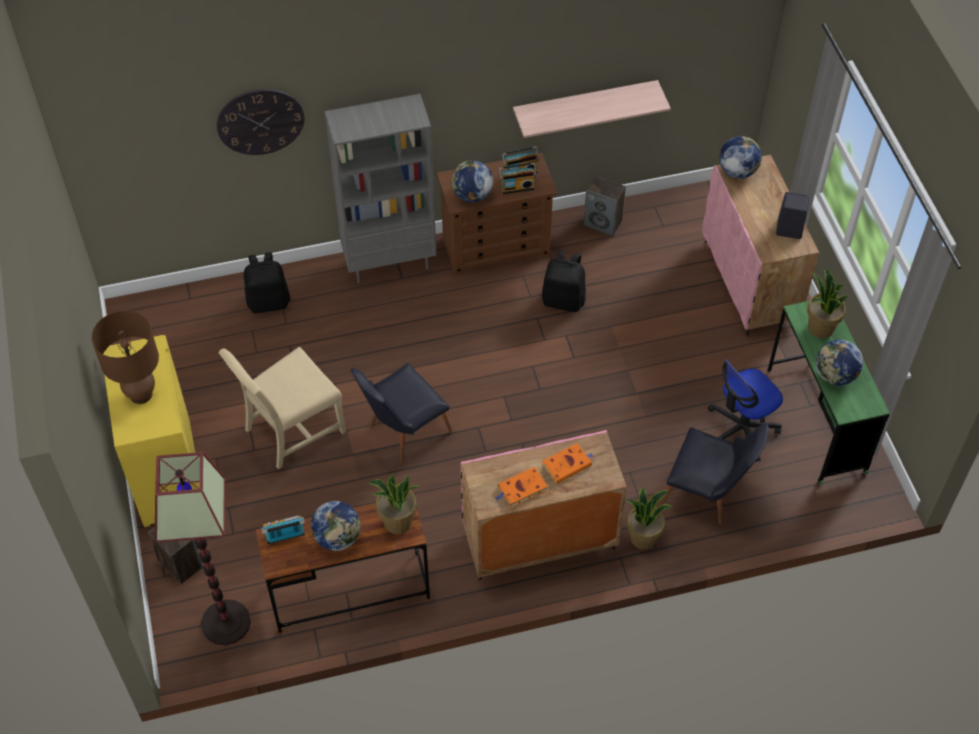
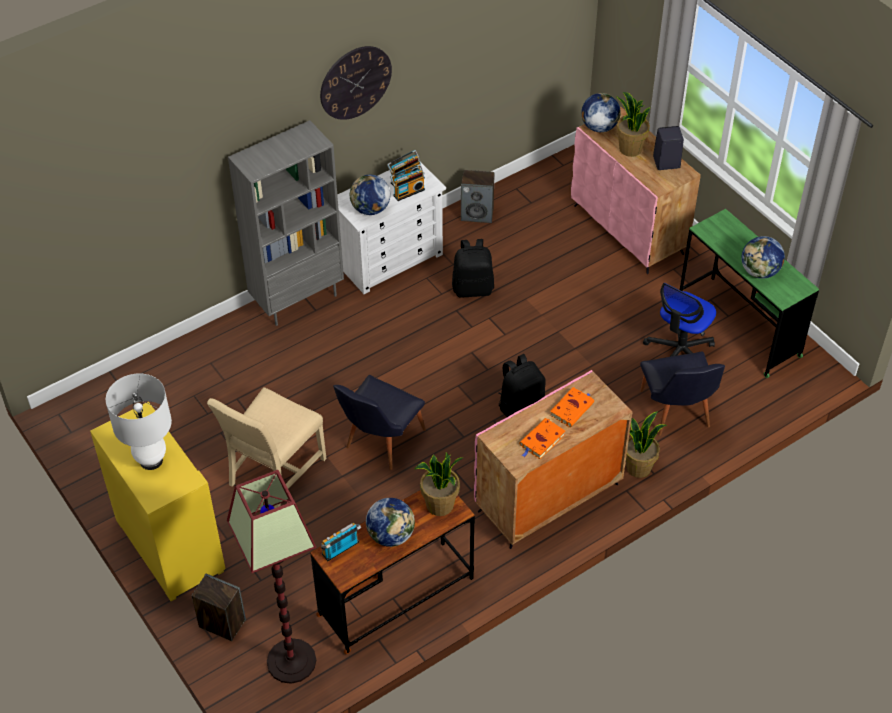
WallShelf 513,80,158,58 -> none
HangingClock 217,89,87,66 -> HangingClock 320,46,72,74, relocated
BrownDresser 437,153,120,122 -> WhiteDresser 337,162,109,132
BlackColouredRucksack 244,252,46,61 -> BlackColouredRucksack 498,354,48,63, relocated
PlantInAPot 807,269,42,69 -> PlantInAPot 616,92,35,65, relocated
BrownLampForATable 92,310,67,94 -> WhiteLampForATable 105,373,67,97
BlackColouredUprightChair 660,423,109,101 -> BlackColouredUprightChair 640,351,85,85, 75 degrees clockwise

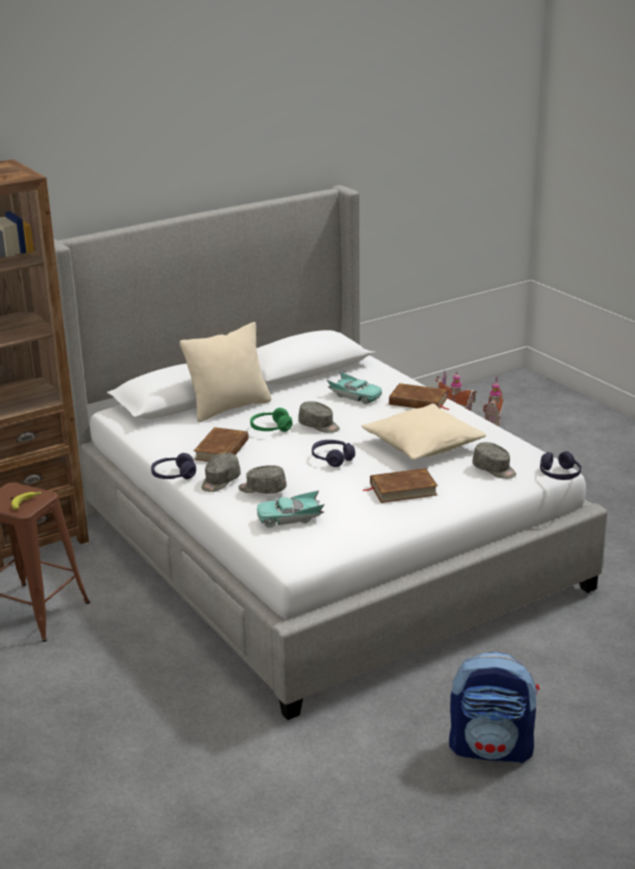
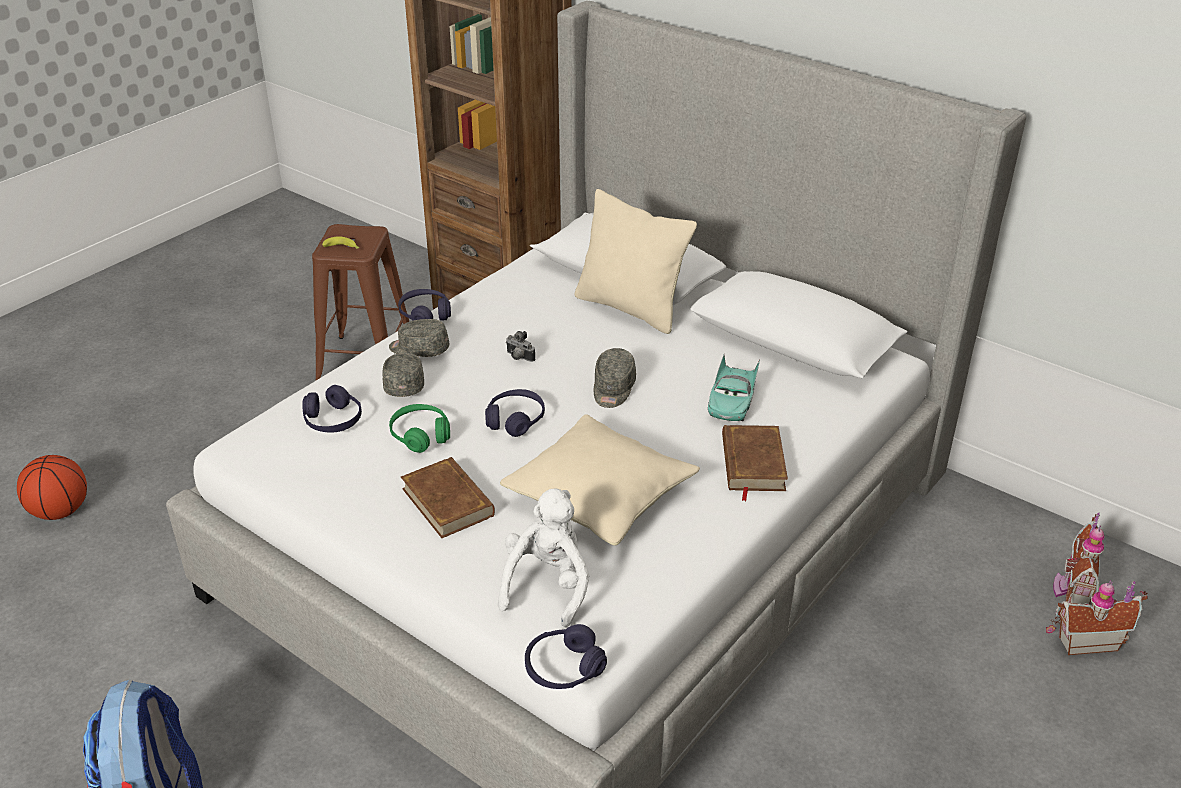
GreenColouredPairOfHeadphones 250,408,43,24 -> GreenColouredPairOfHeadphones 389,404,61,49, relocated
BrownBoundBook 194,427,54,35 -> none
GreyishBaseballCap 472,442,44,37 -> WhiteSoftToy 498,489,91,138
TurquoiseColouredModelCar 257,490,68,37 -> PurpleColouredPairOfHeadphones 302,385,60,48
none -> StillCamera 506,331,29,31
none -> BasketballBall 17,455,70,65

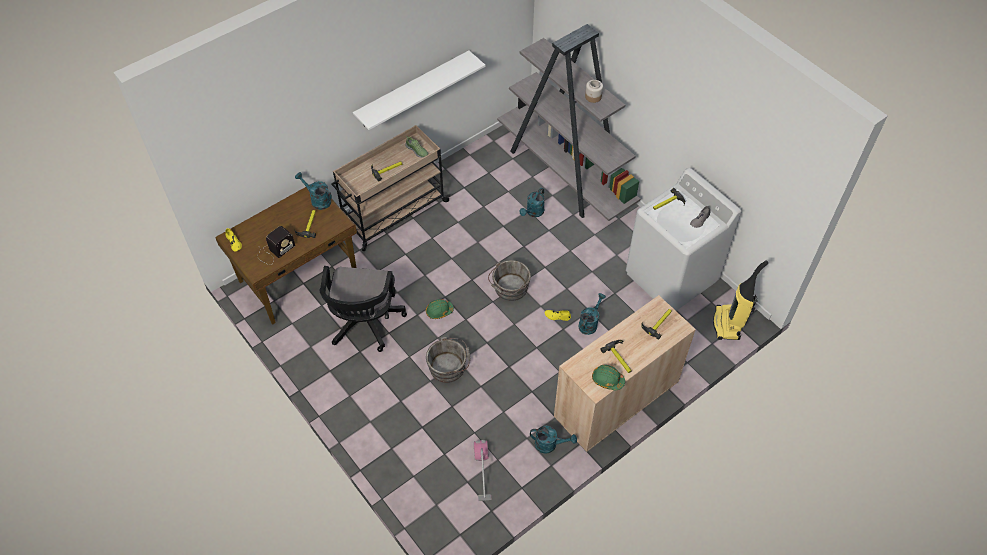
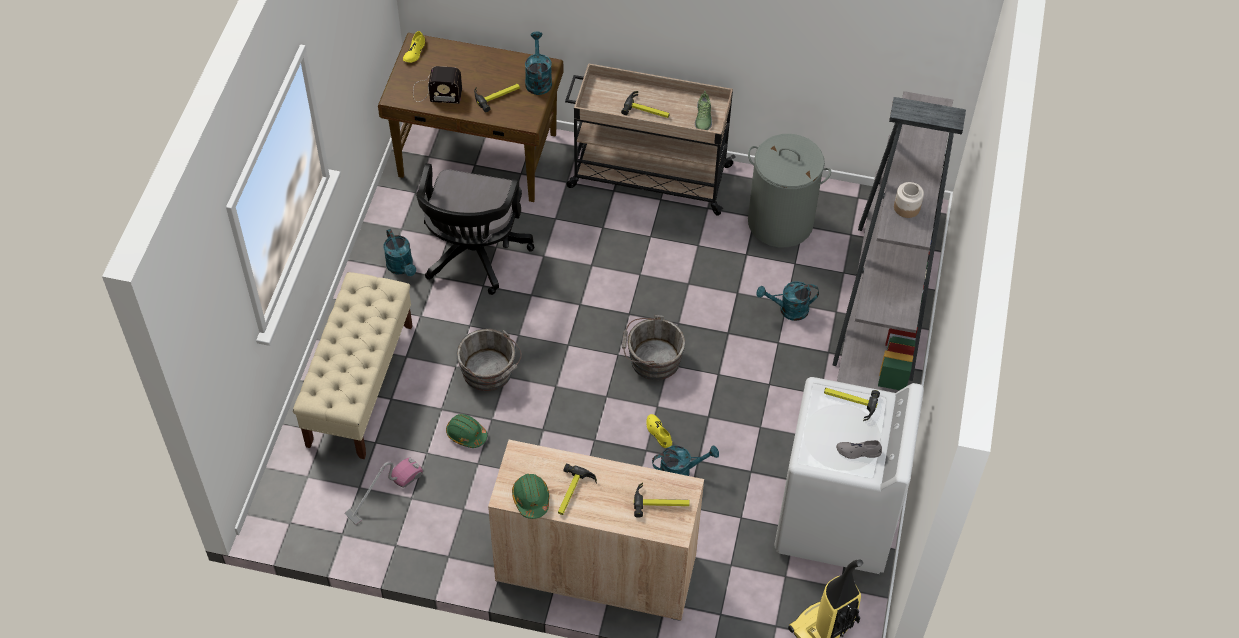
WhiteWallShelf 353,50,132,80 -> none
BlackColouredComputerChair 320,266,87,86 -> BlackColouredComputerChair 416,163,119,132, 45 degrees counterclockwise
GreenColouredSafetyHelmet 426,299,28,20 -> GreenColouredSafetyHelmet 446,414,41,34, relocated
TurquoiseColouredWateringCan 530,425,47,29 -> TurquoiseColouredWateringCan 384,229,32,47, relocated
none -> GreyishLaundryBasket 748,134,83,113
none -> BeigeColouredLongSeat 293,272,120,187

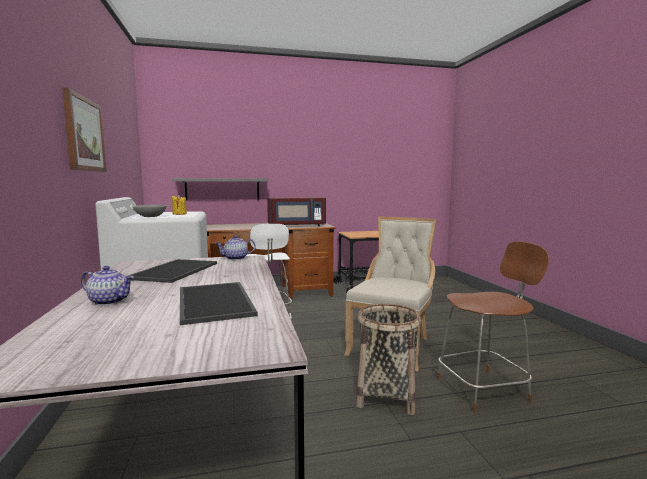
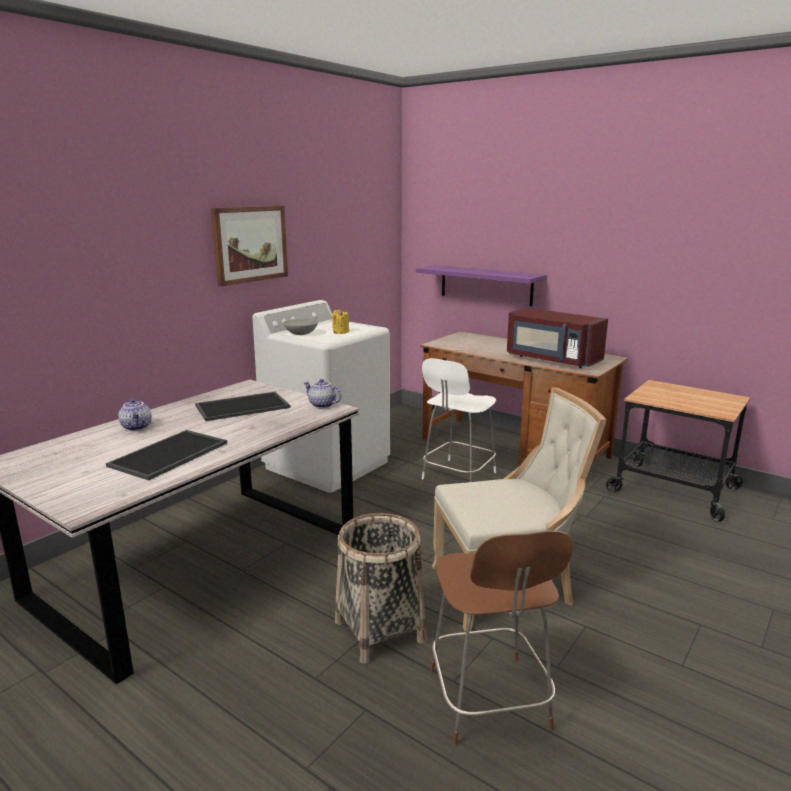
GreyishWallShelf 172,178,97,23 -> PurpleColouredWallShelf 416,265,130,41
BrownUprightChair 437,241,112,172 -> BrownUprightChair 430,531,143,214, 45 degrees clockwise

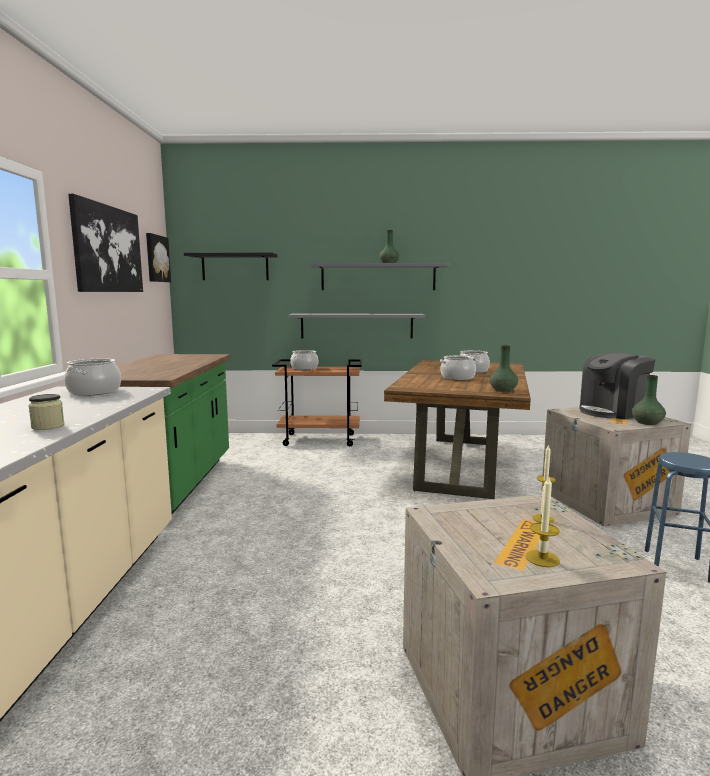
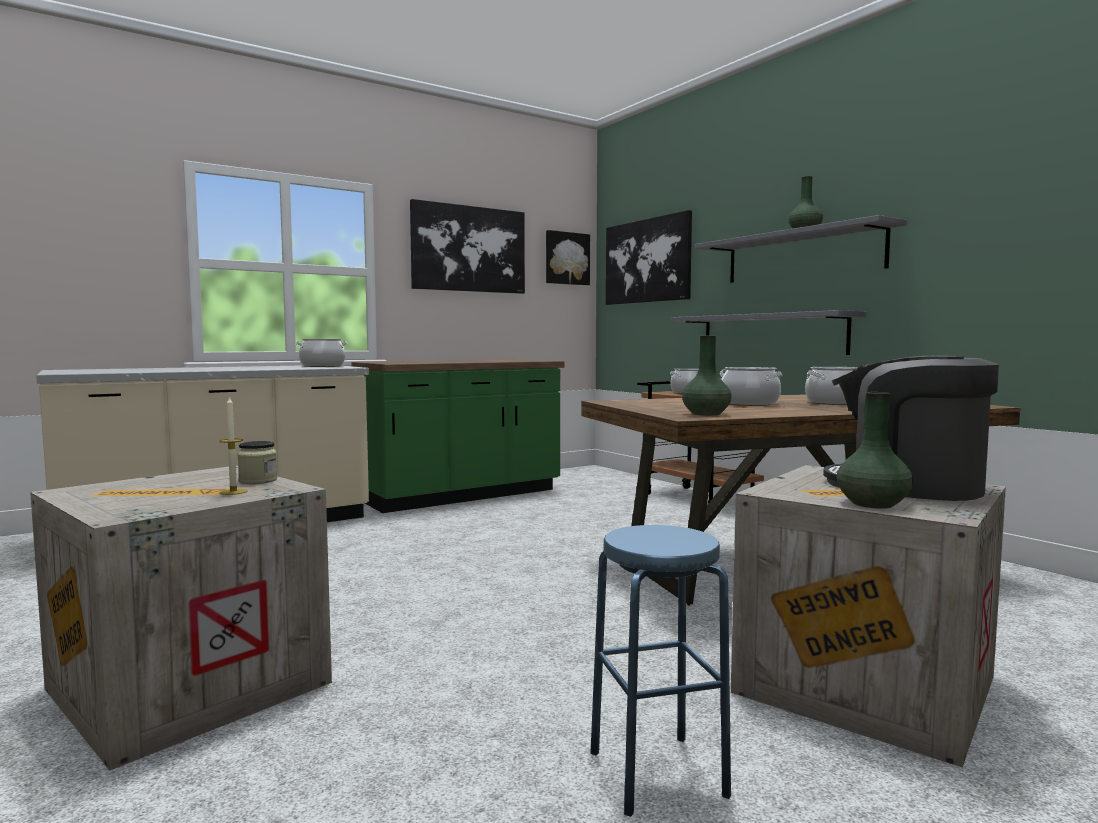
BlackColouredWallShelf 184,253,93,27 -> Picture 606,210,86,95
Jar 28,394,37,36 -> Jar 237,441,40,43, relocated
WaxLight 525,475,35,92 -> none

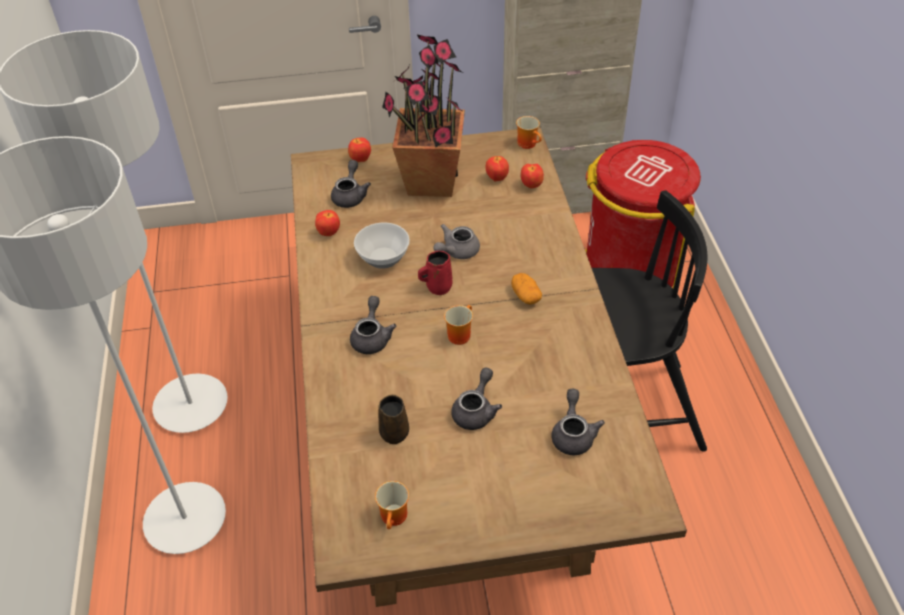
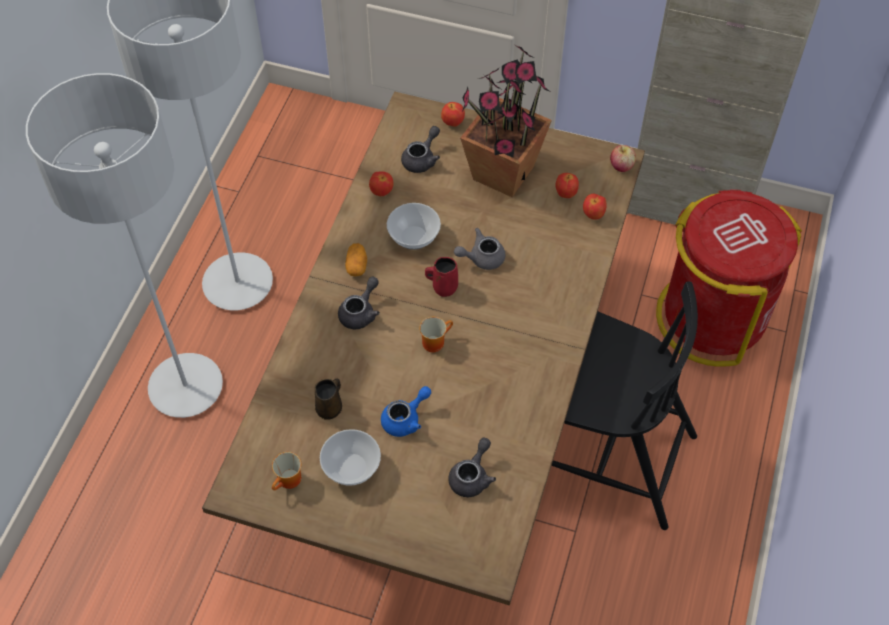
TeaMug 516,116,26,33 -> AppleFruit 610,145,26,27
Spud 511,273,31,32 -> Spud 345,243,22,34, relocated
GreyishTeaPot 451,368,51,62 -> BlueTeaPot 381,386,50,51
none -> ServingBowl 320,429,61,57

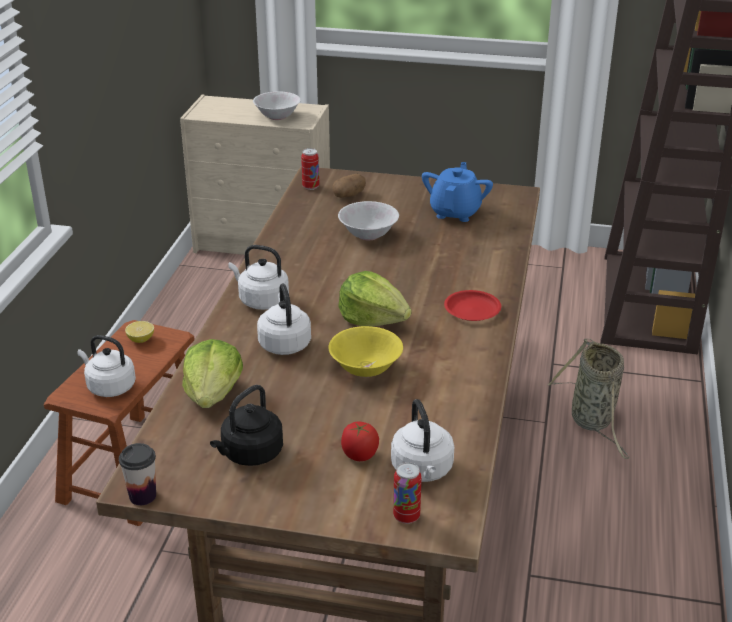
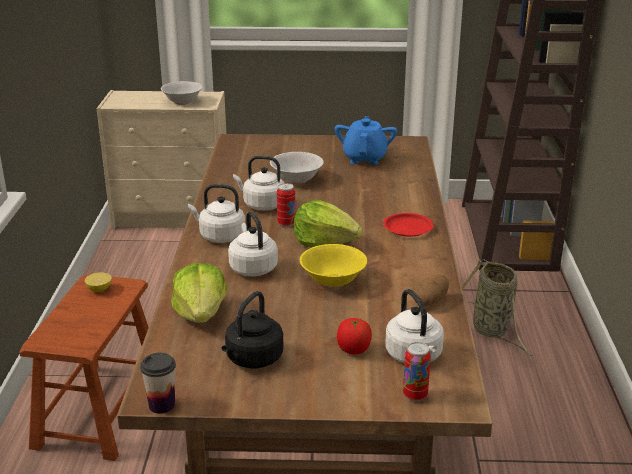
SealedCan 301,148,18,42 -> SealedCan 277,183,18,44, relocated
Spud 332,174,34,24 -> Spud 412,274,37,32, relocated
WhiteKettle 77,335,59,62 -> WhiteKettle 233,156,51,55, relocated

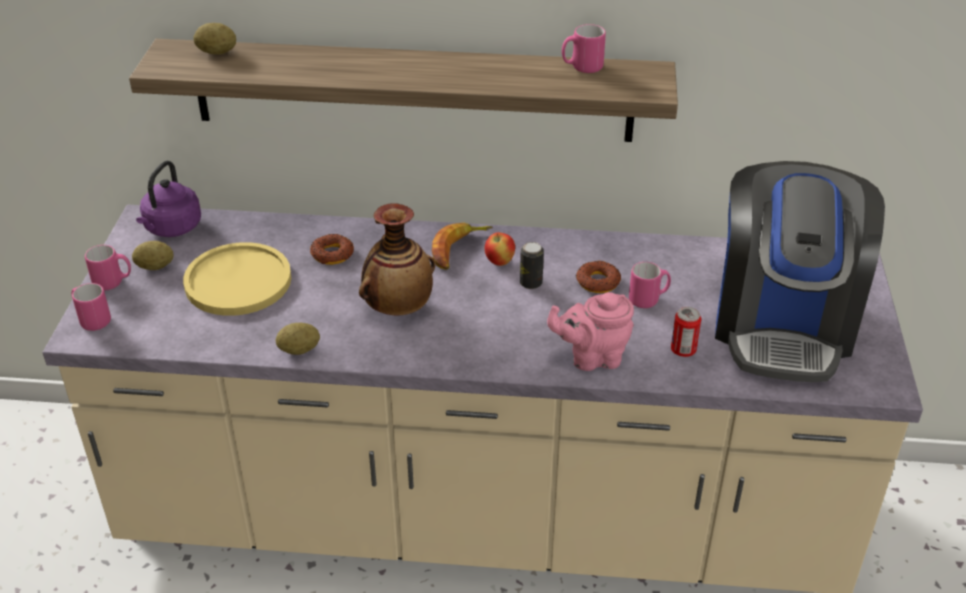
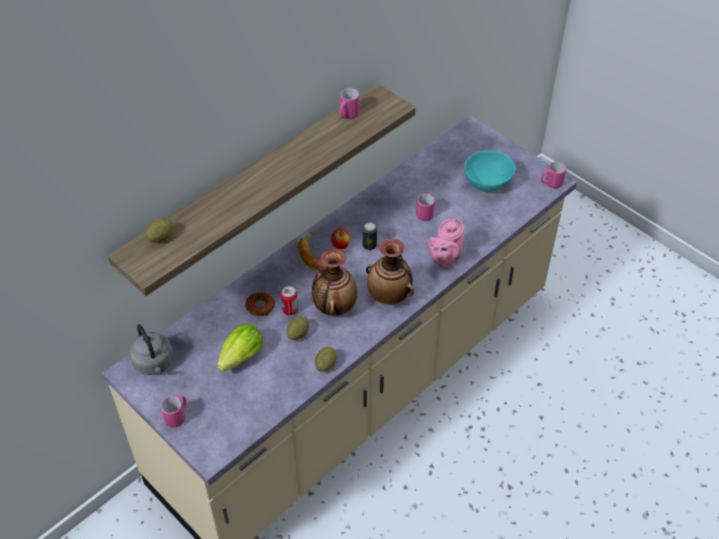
PurpleColouredKettle 136,161,65,76 -> GreyishKettle 129,324,44,51
CoffeeMachine 715,161,170,221 -> TurquoiseColouredServingBowl 464,150,52,42
Spud 132,241,42,29 -> Spud 287,317,22,23, relocated
YellowDinnerPlate 183,242,108,74 -> Lettuce 217,324,46,48
RingDoughnut 576,260,45,33 -> none
PinkishTeaMug 72,283,39,48 -> PinkishTeaMug 541,162,25,26, relocated
SealedCan 671,307,30,50 -> SealedCan 281,286,17,29, relocated
none -> Vase 366,239,48,66

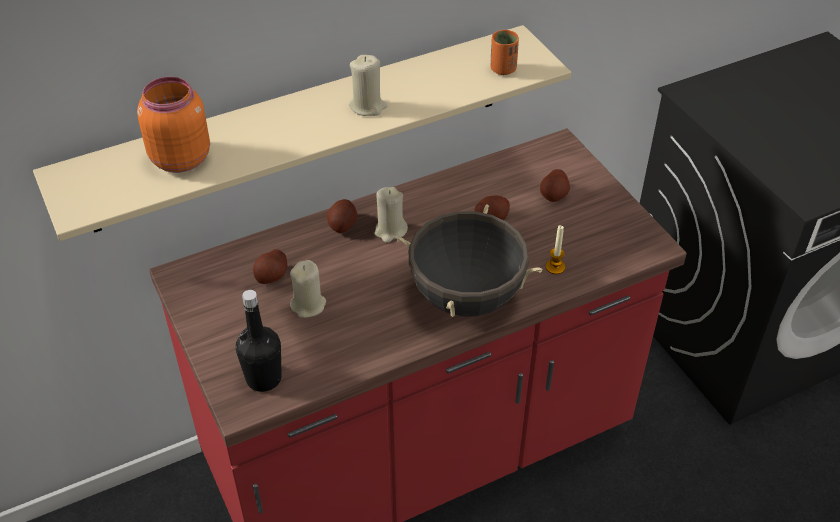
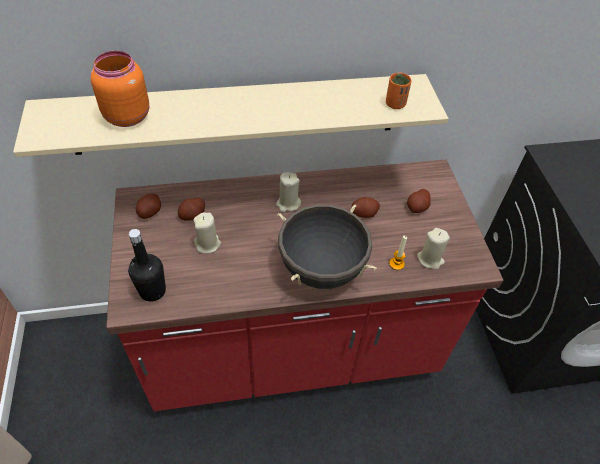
BeigeColouredWaxLight 349,55,39,61 -> BeigeColouredWaxLight 417,228,33,42, relocated
Spud 326,199,31,34 -> Spud 136,194,25,25, relocated

